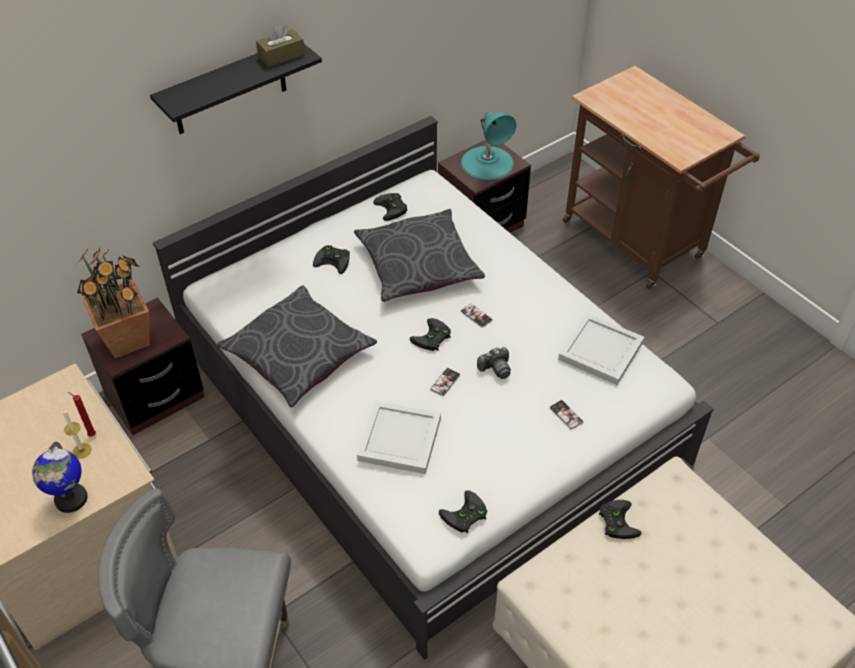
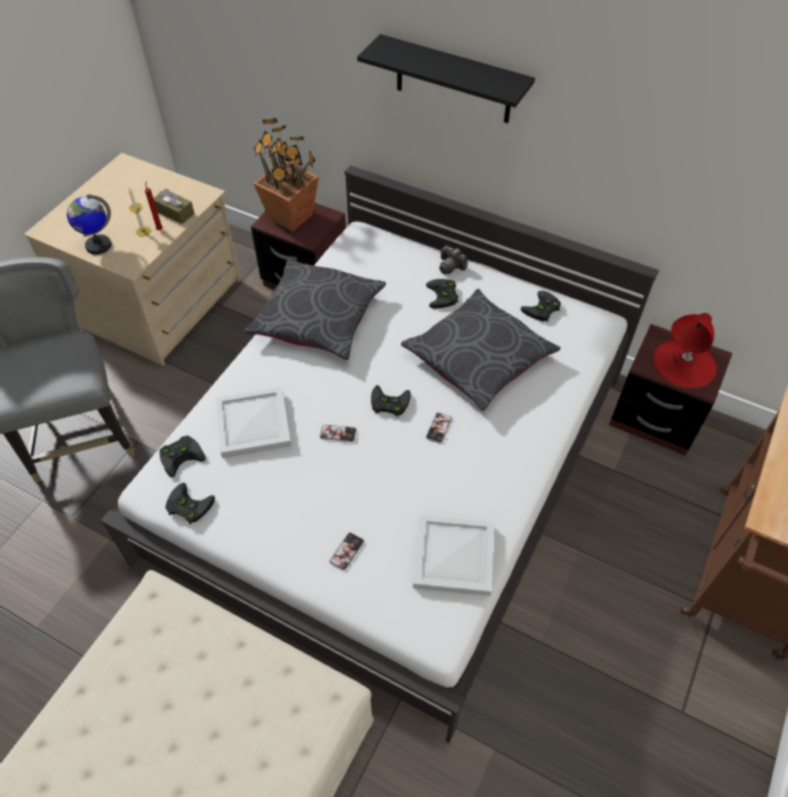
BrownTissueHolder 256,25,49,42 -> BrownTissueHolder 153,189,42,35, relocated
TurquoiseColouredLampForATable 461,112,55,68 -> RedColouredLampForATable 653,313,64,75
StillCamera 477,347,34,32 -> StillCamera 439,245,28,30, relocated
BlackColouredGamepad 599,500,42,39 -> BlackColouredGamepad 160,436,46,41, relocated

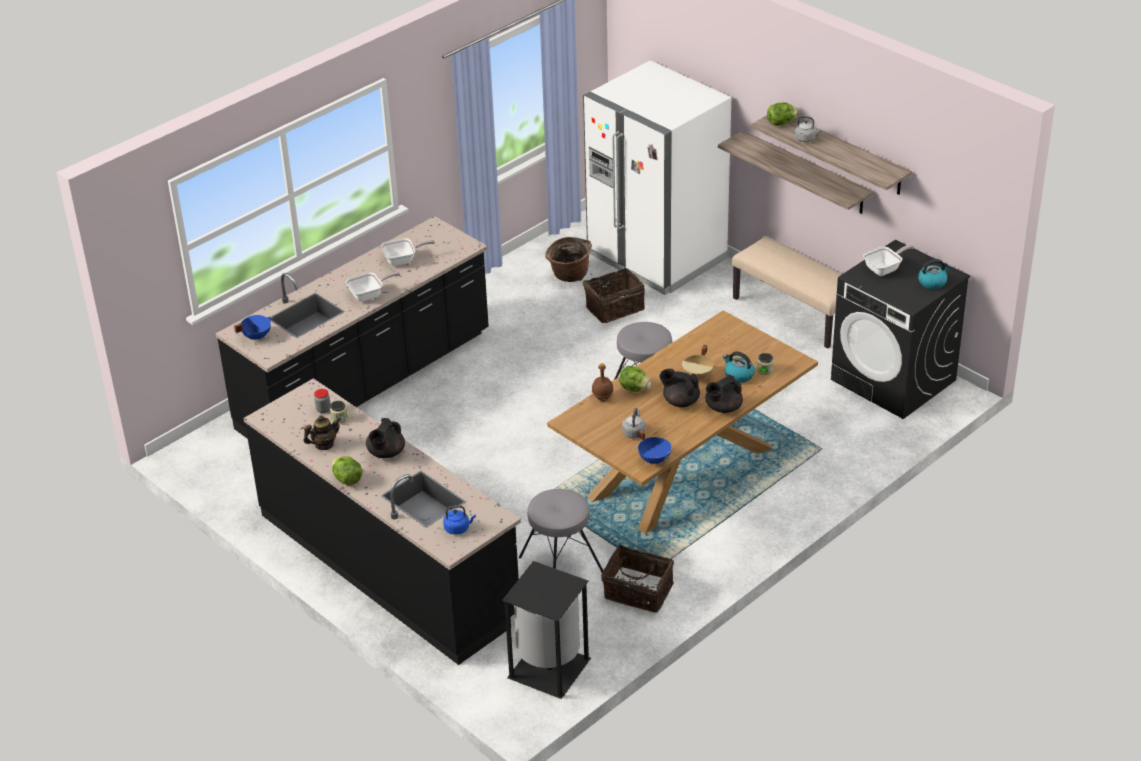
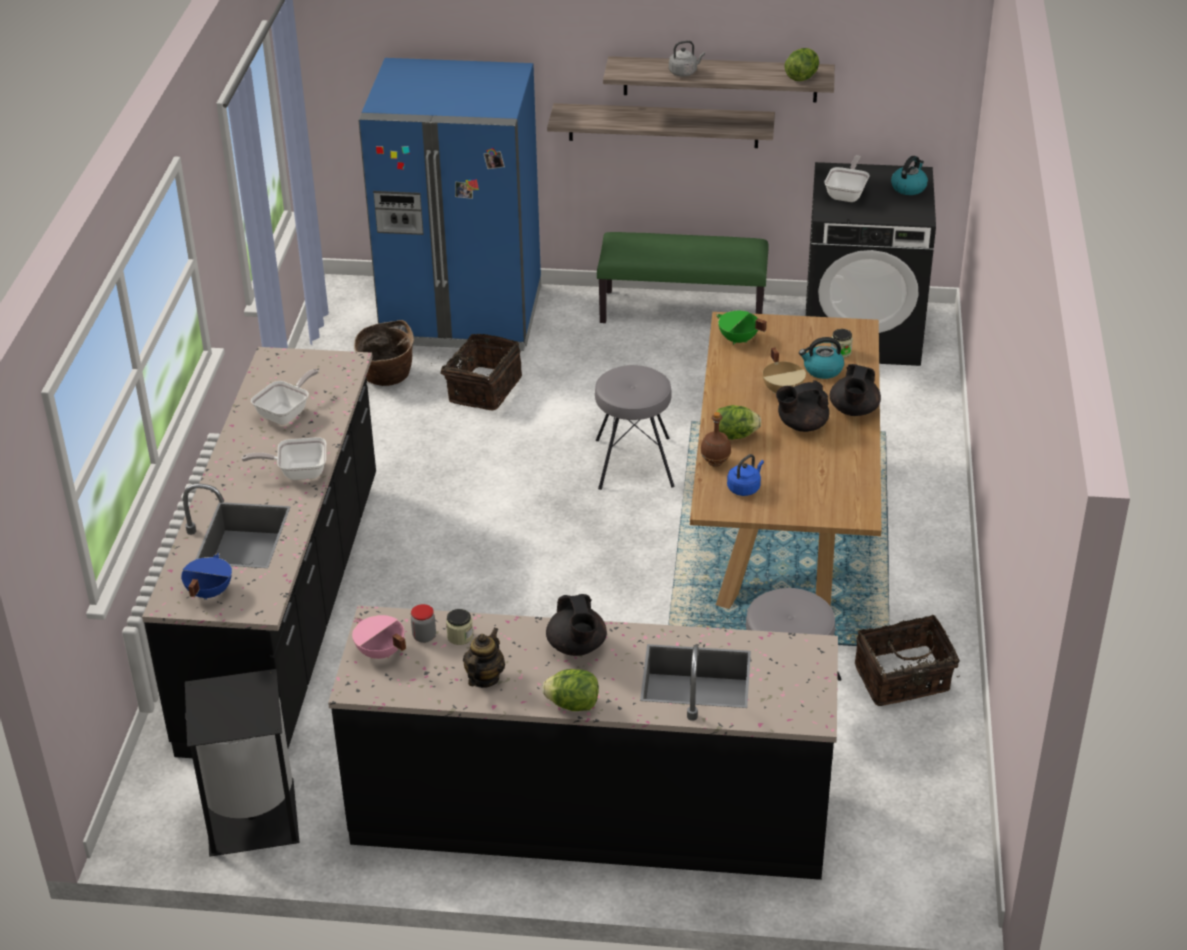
WhiteFridge 583,60,148,235 -> BlueFridge 358,58,183,293
Lettuce 767,103,31,23 -> Lettuce 784,48,35,33, relocated
BeigeColouredLongSeat 732,236,110,113 -> GreenColouredLongSeat 597,232,172,91
FryingPan 346,272,54,30 -> FryingPan 242,437,84,43, 120 degrees counterclockwise
GreyishKettle 622,408,24,31 -> none
BlueCookingPot 637,429,34,35 -> none
BlueKettle 443,505,33,30 -> BlueKettle 727,454,37,42, relocated
BlackColouredTrashCan 502,561,89,138 -> BlackColouredTrashCan 185,669,115,188, relocated
none -> GreenColouredCookingPot 716,311,51,33
none -> PinkishCookingPot 352,615,54,44

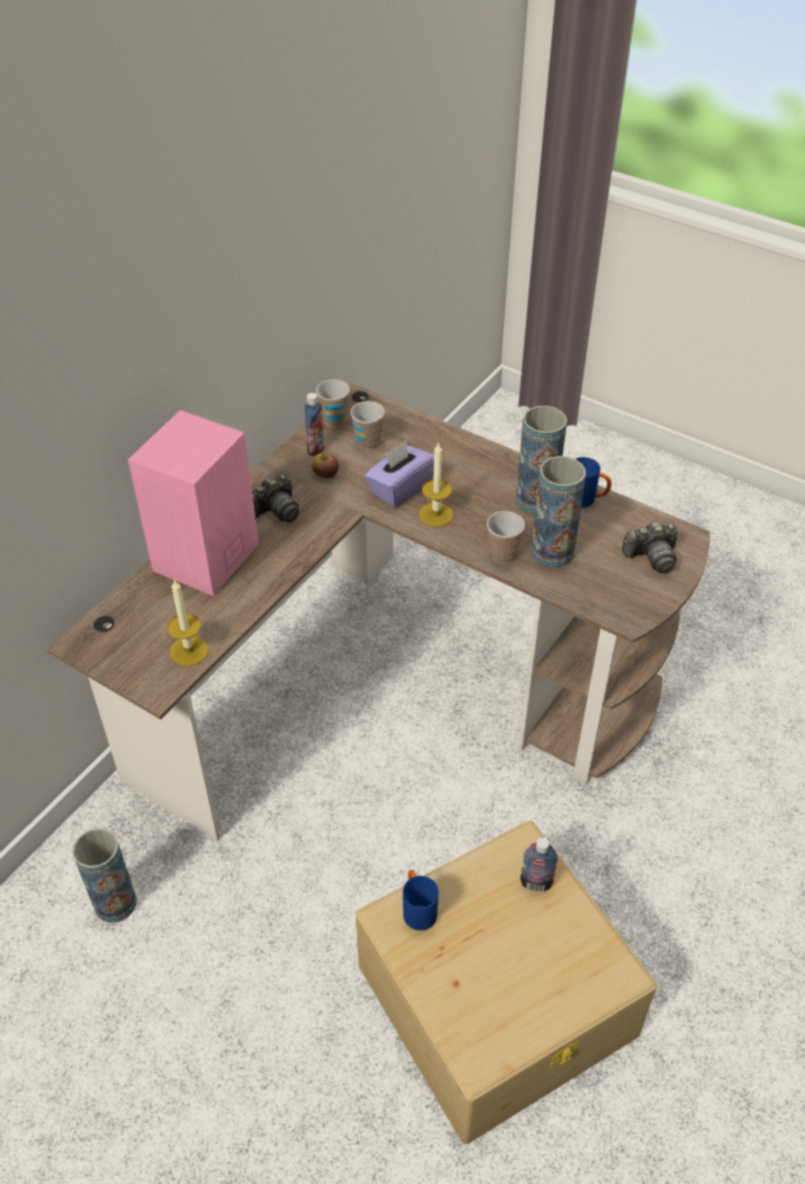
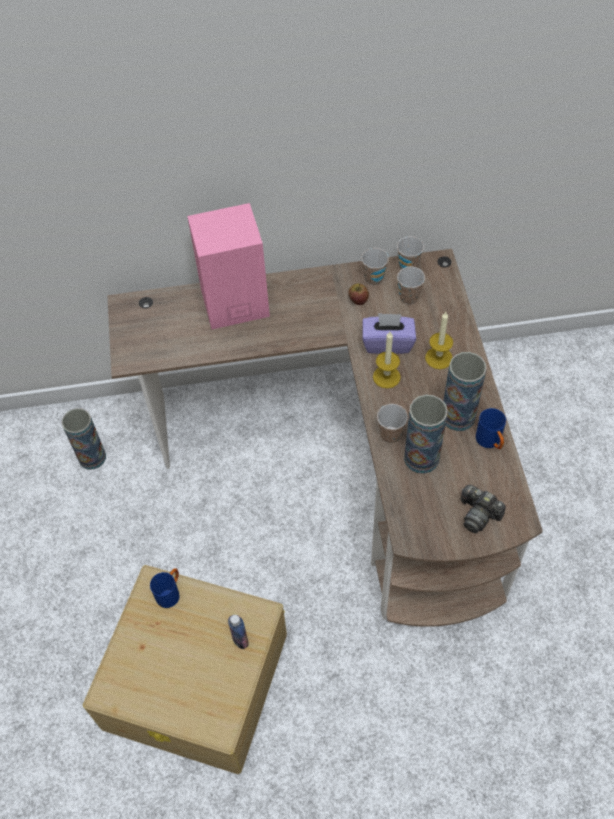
BeverageBottle 304,393,20,63 -> DrinkingCup 361,248,28,37
StillCamera 252,475,47,48 -> none
WaxLight 167,579,42,87 -> WaxLight 425,312,28,57, relocated

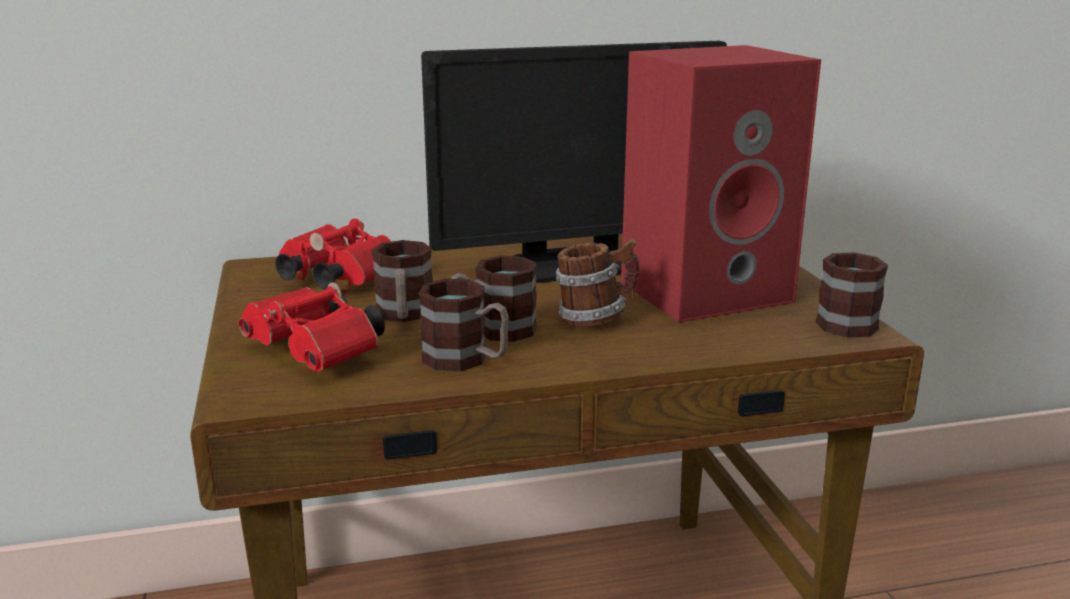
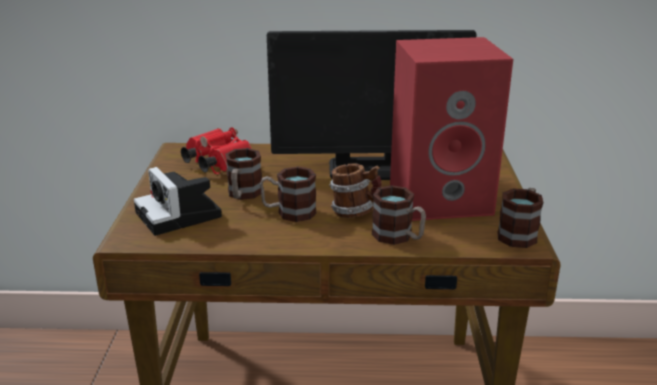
TeaMug 419,279,90,93 -> TeaMug 372,185,54,60, relocated
RedColouredPairOfBinoculars 239,282,146,90 -> StillCamera 134,167,88,69

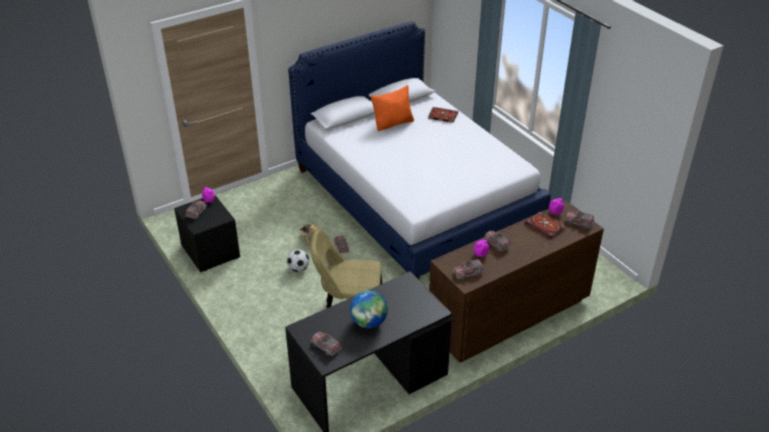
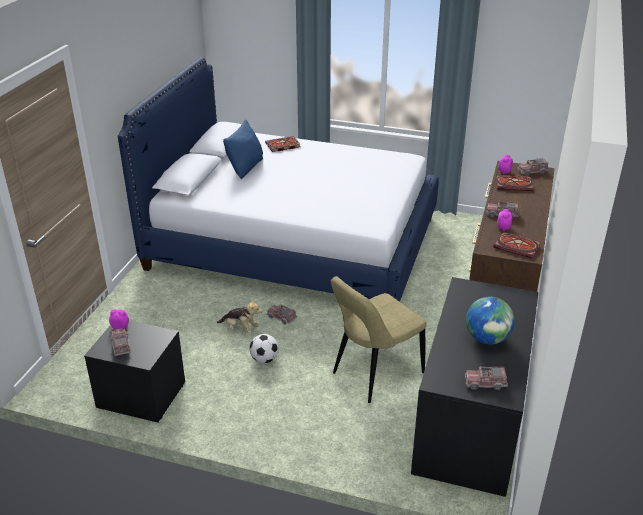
OrangeyPillow 371,85,43,47 -> BluePillow 223,119,40,60
ModelTruck 453,259,32,21 -> BoundBook 493,232,48,27

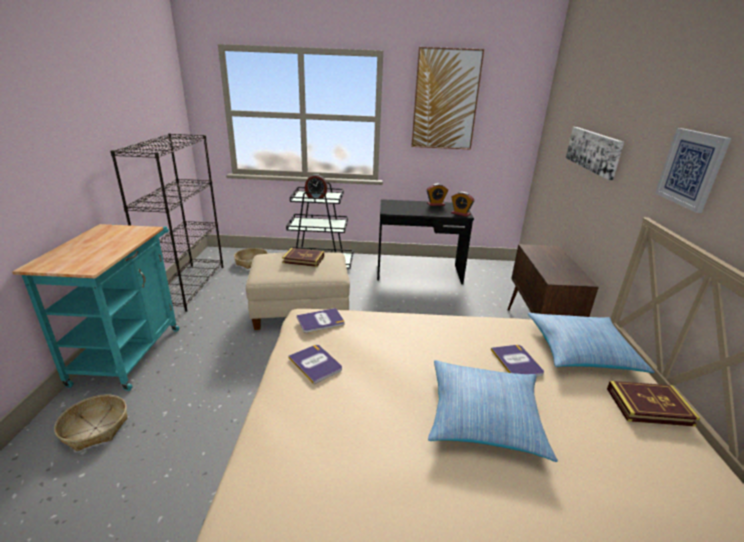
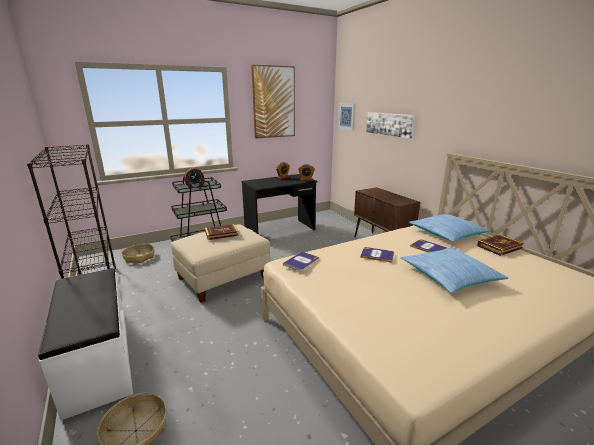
Picture 655,128,77,85 -> Picture 338,103,17,27, relocated
TurquoiseColouredTrolley 12,224,167,167 -> WhiteLongSeat 38,268,95,153
BoundBook 288,345,54,39 -> BoundBook 360,247,34,16, relocated

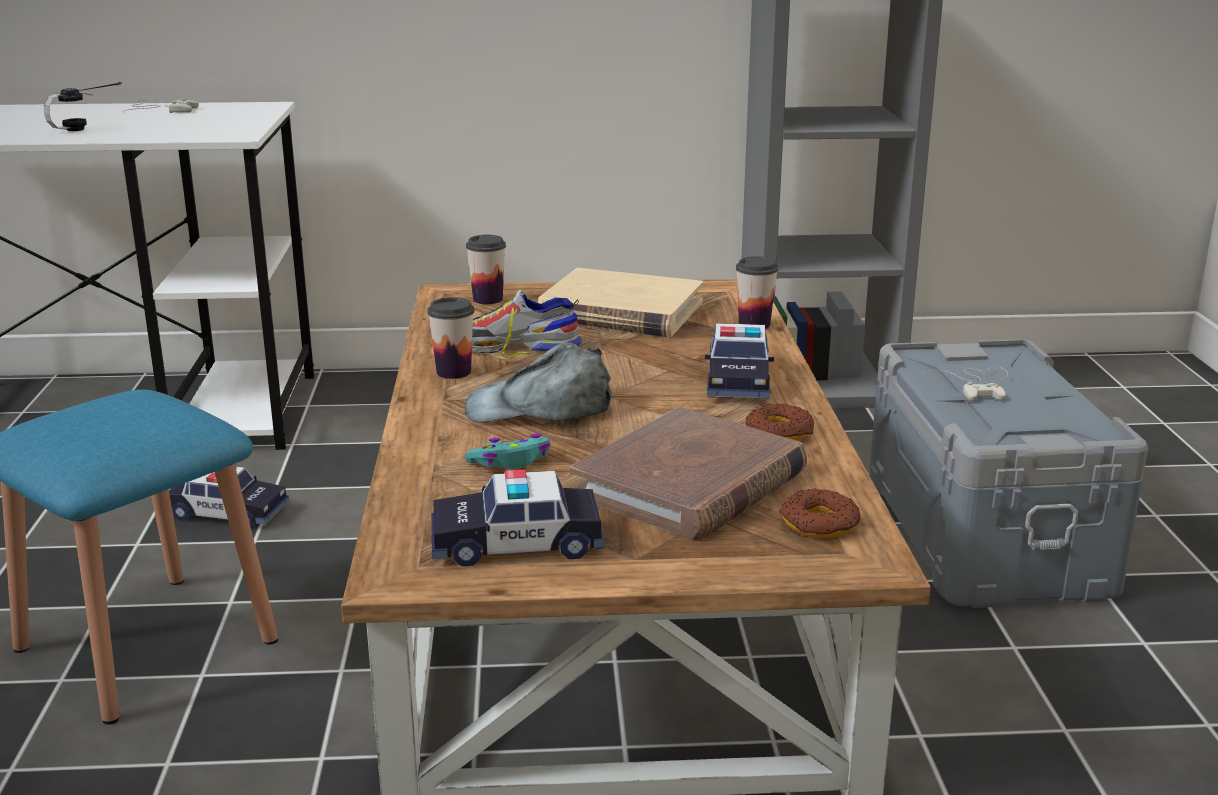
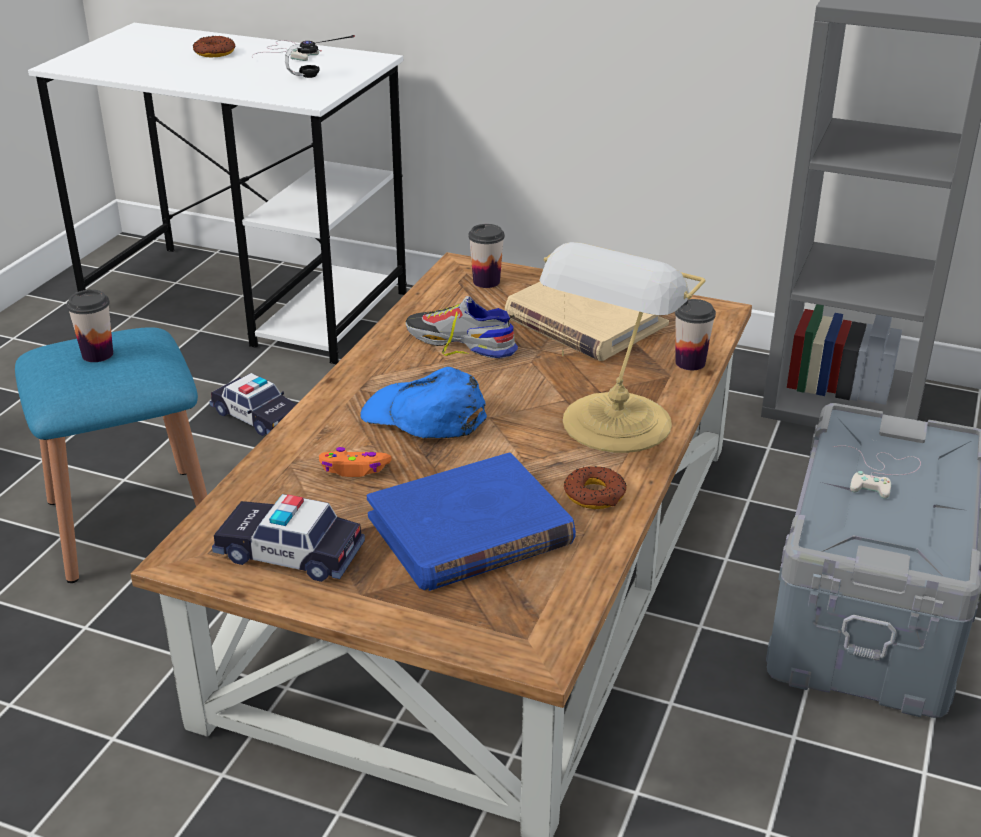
PairOfHeadphones 44,82,78,49 -> PairOfHeadphones 285,35,70,43, relocated
DrinkingCup 427,297,47,82 -> DrinkingCup 67,290,46,72, relocated
ModelCar 705,323,69,76 -> LampForATable 539,242,167,211
GreyishBaseballCap 465,342,147,80 -> BlueBaseballCap 360,367,127,71
BrownBoundBook 570,407,237,133 -> BlueBoundBook 367,453,209,138
TurquoiseColouredGamepad 465,434,86,35 -> OrangeyGamepad 319,447,73,30
RingDoughnut 779,488,82,50 -> RingDoughnut 193,36,42,21, relocated

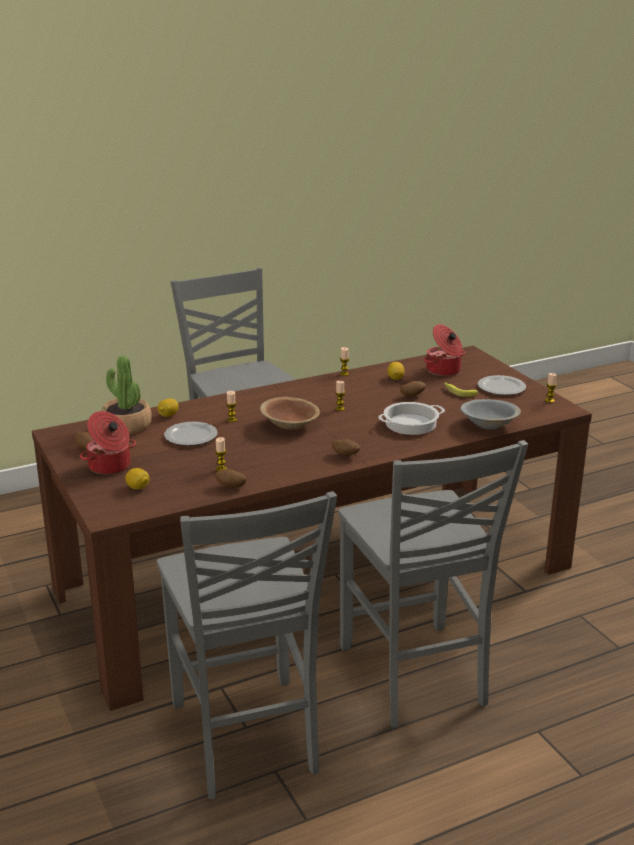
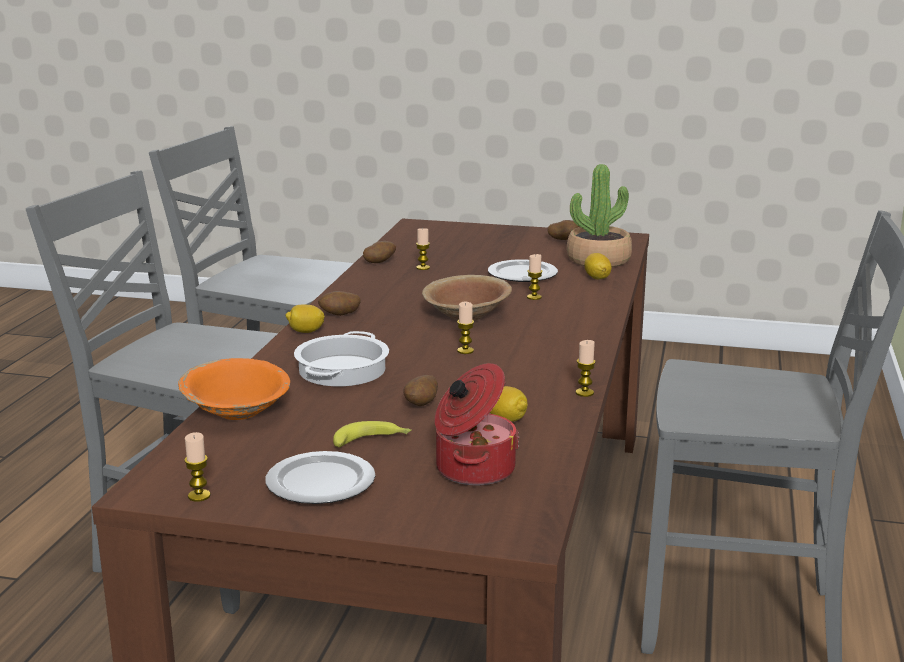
GreyishServingBowl 460,399,61,30 -> OrangeyServingBowl 178,358,112,62
CookingPot 80,411,56,64 -> none
WholeLemon 125,468,24,22 -> WholeLemon 286,304,39,29, relocated

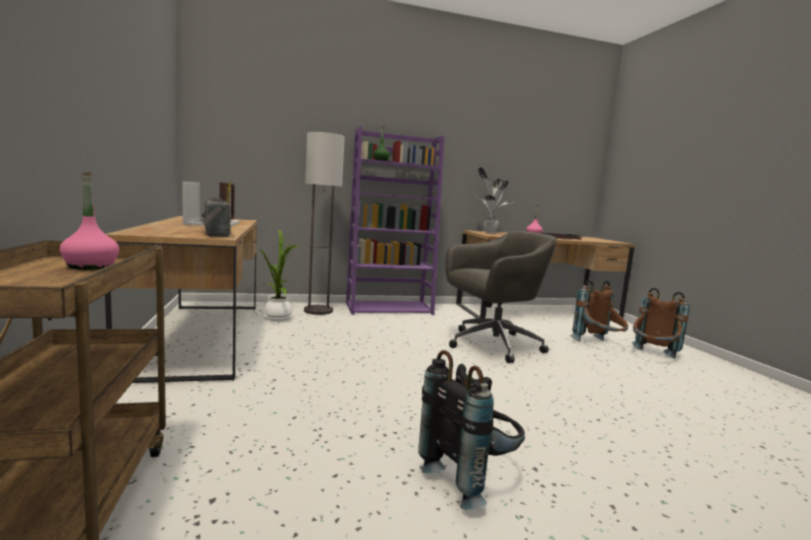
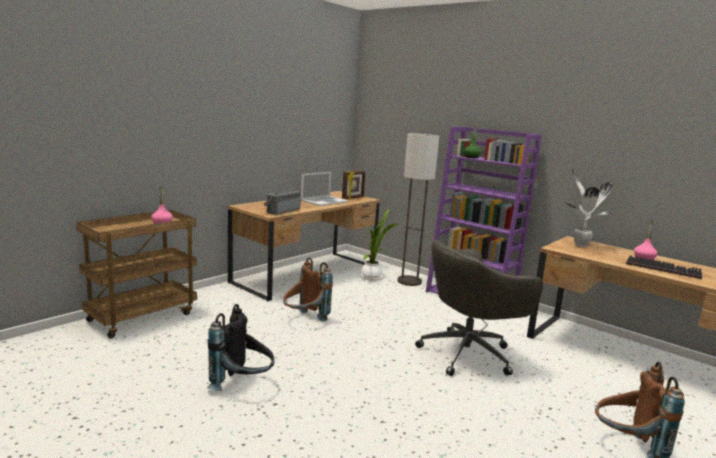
GreyishComputerChair 446,231,111,132 -> GreyishComputerChair 415,240,128,136, 120 degrees clockwise
BrownRucksack 570,280,58,62 -> BrownRucksack 283,257,50,64, relocated

